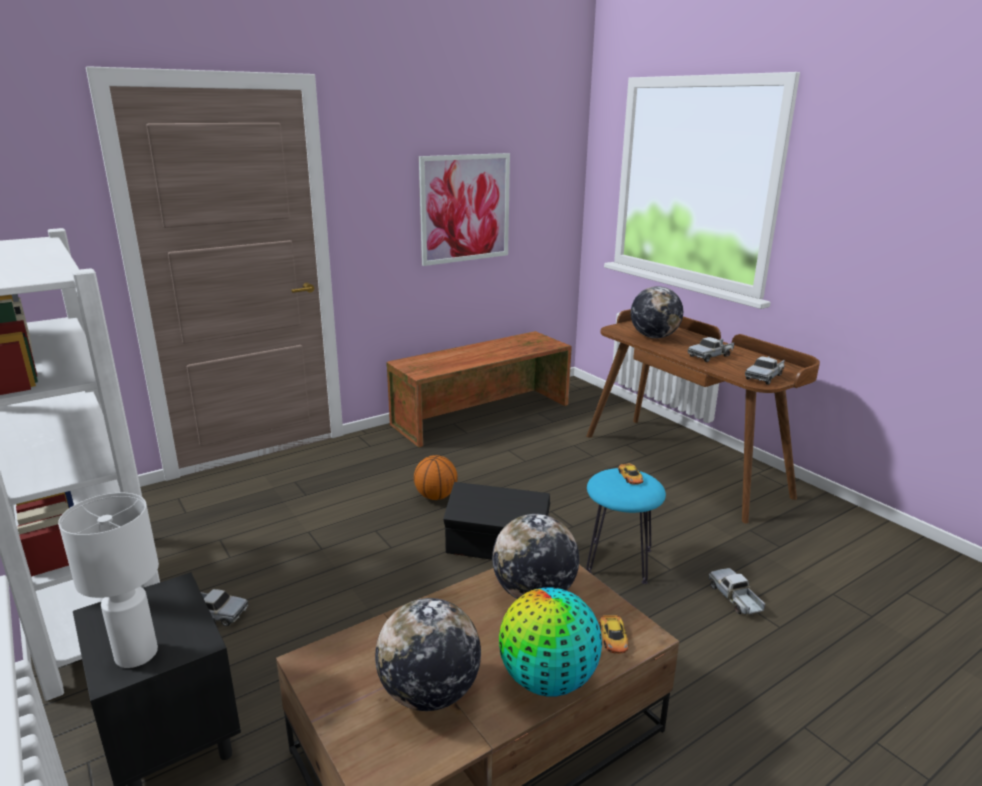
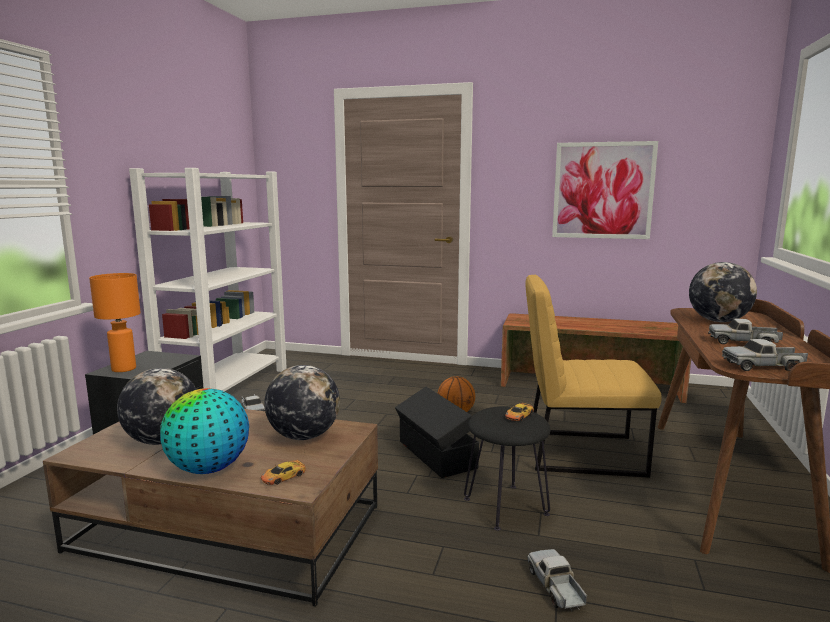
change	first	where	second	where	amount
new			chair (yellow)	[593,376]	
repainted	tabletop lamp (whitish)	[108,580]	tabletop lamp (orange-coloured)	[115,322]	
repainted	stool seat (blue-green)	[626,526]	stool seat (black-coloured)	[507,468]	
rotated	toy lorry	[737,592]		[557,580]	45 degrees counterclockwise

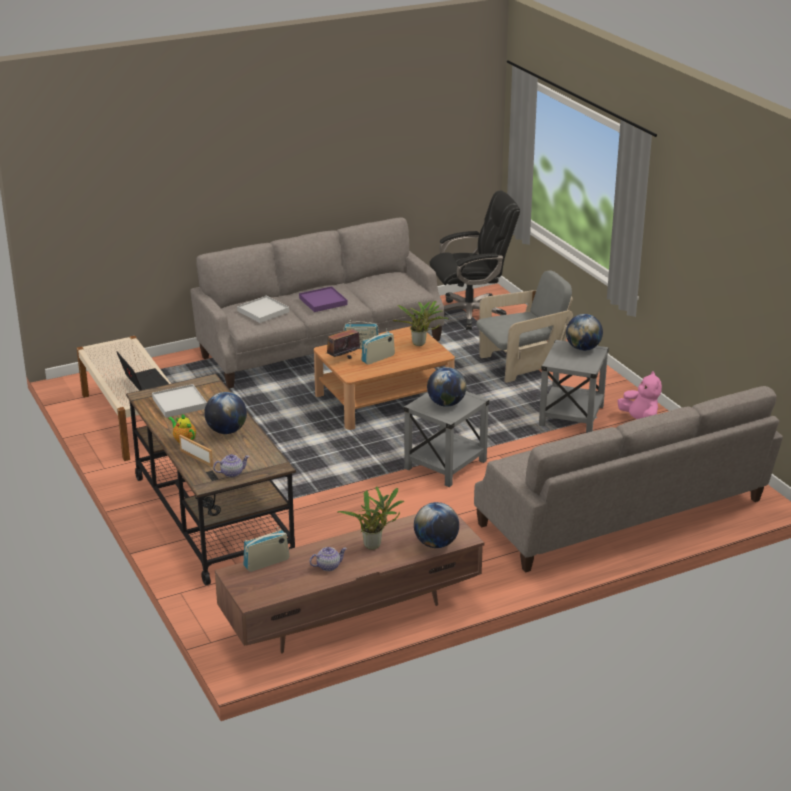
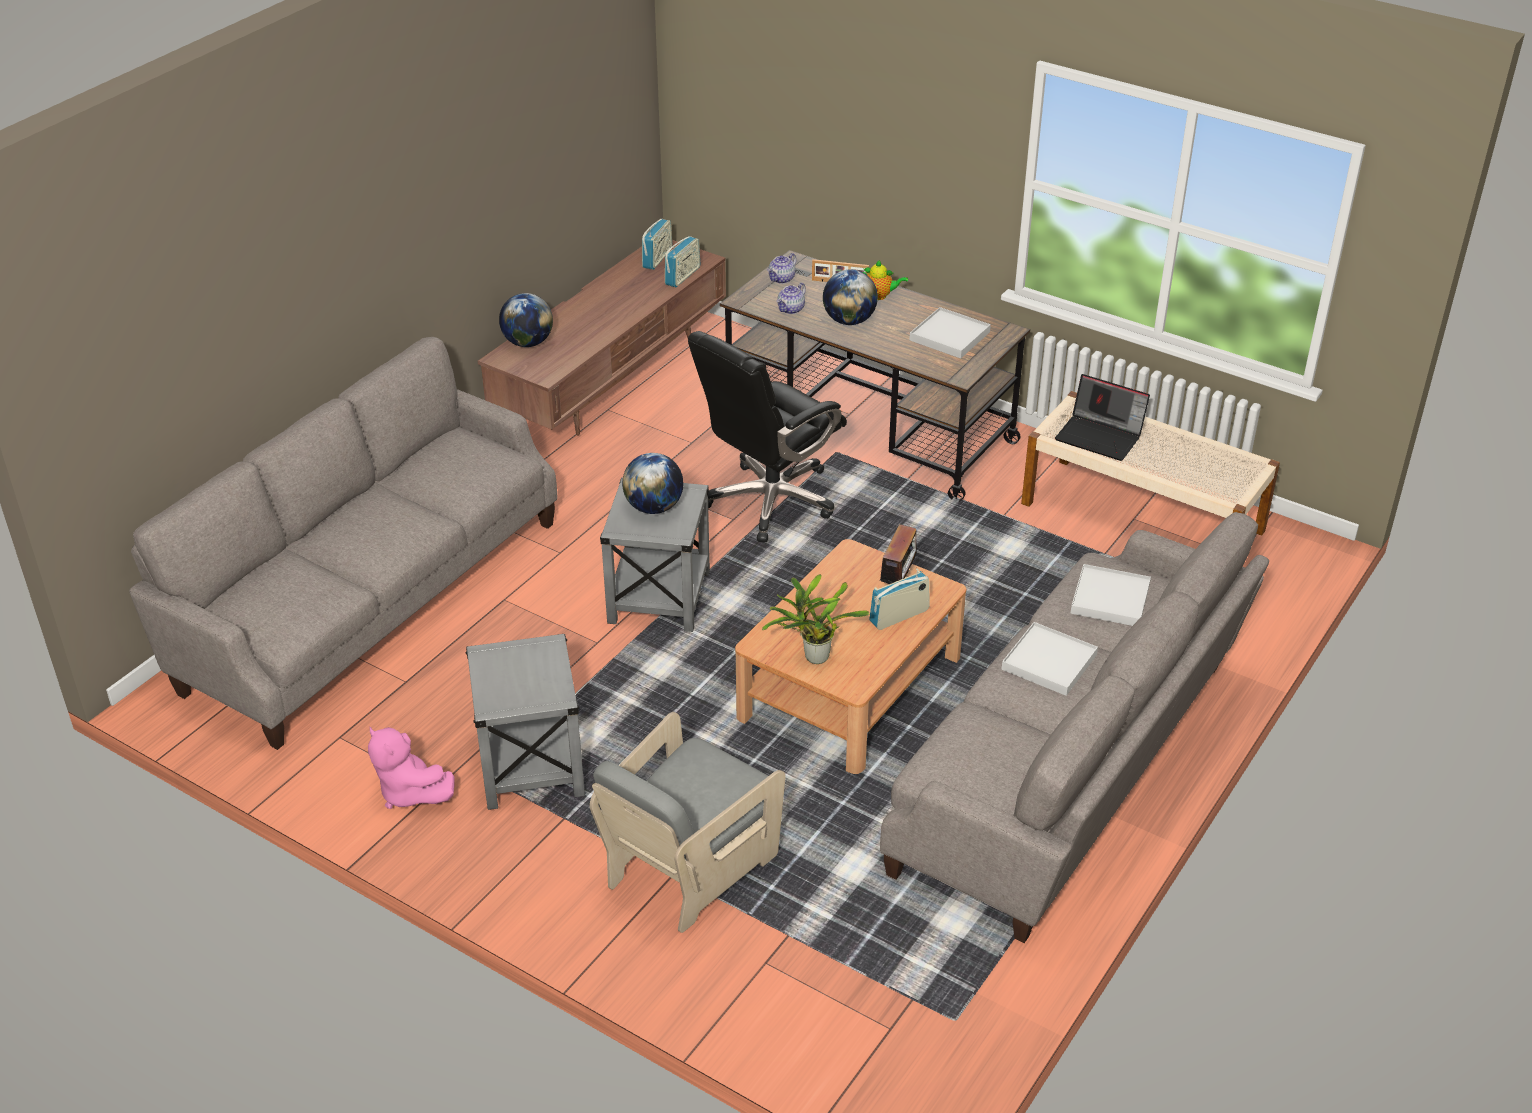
change	first	where	second	where	amount
gone	potted plant	[371,518]			
gone	desk globe	[584,332]			
shifted	tea pot	[328,559]		[791,298]	
shifted	radio	[378,346]		[657,244]	
shifted	computer chair (black-coloured)	[474,260]		[767,437]	
repainted	tray (purple)	[323,299]	tray (whitish)	[1049,659]	

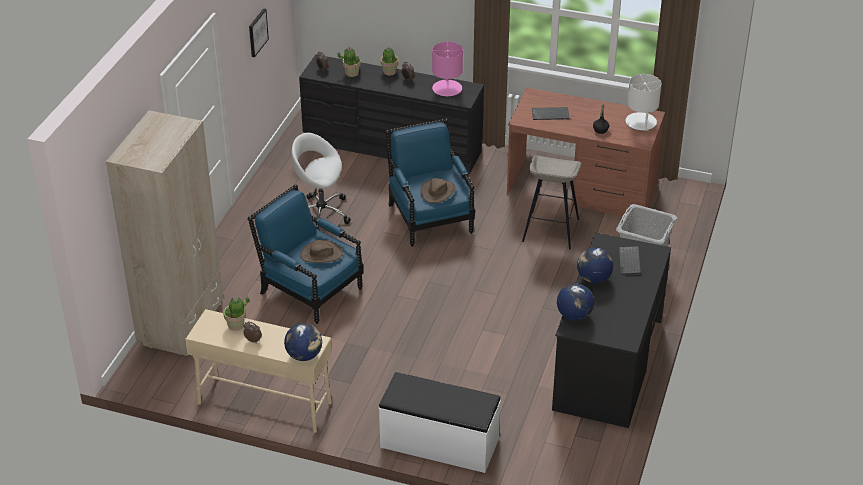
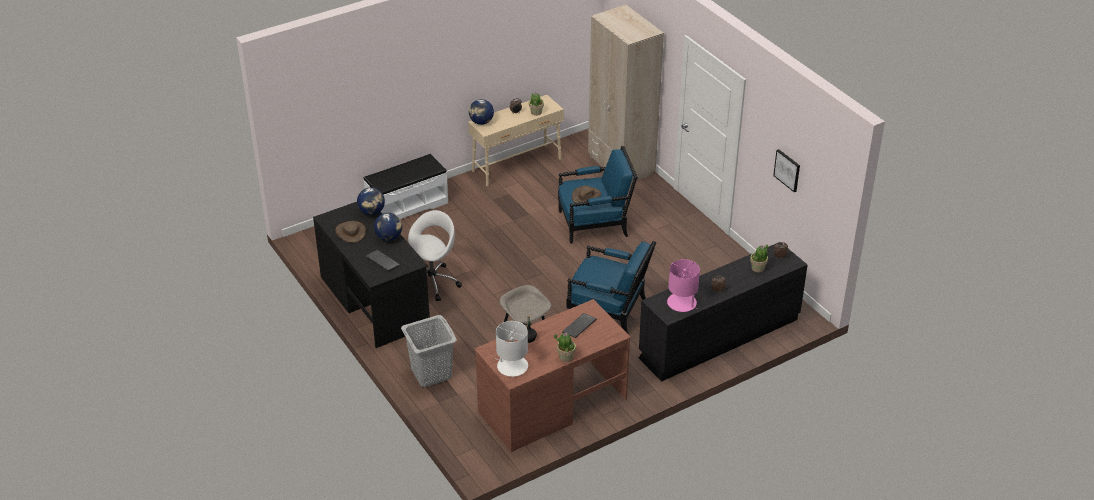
change	first	where	second	where	amount
shifted	computer chair (whitish)	[321,181]		[435,255]	
shifted	potted plant	[390,61]		[565,347]	
shifted	wearable hat (brown-coloured)	[438,190]		[350,232]	

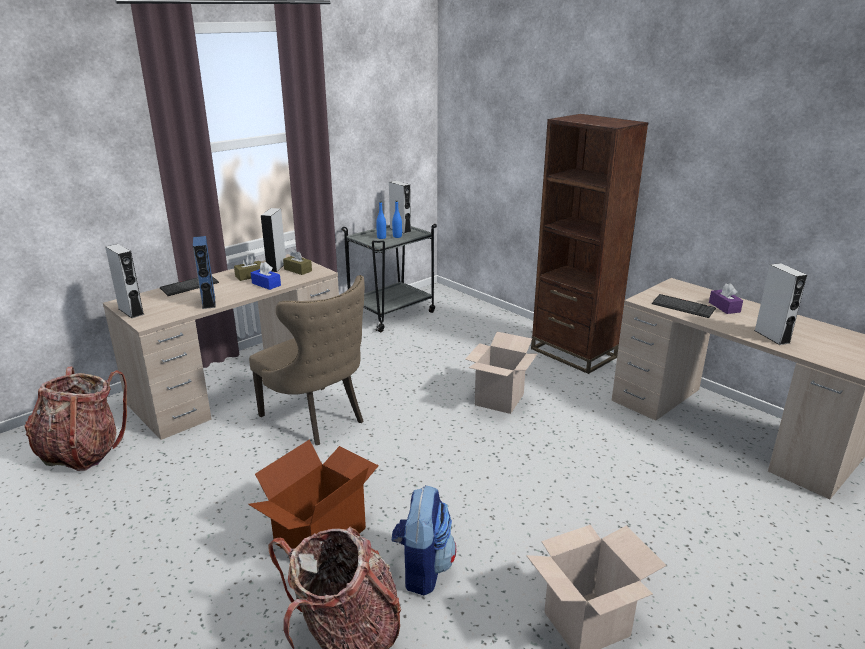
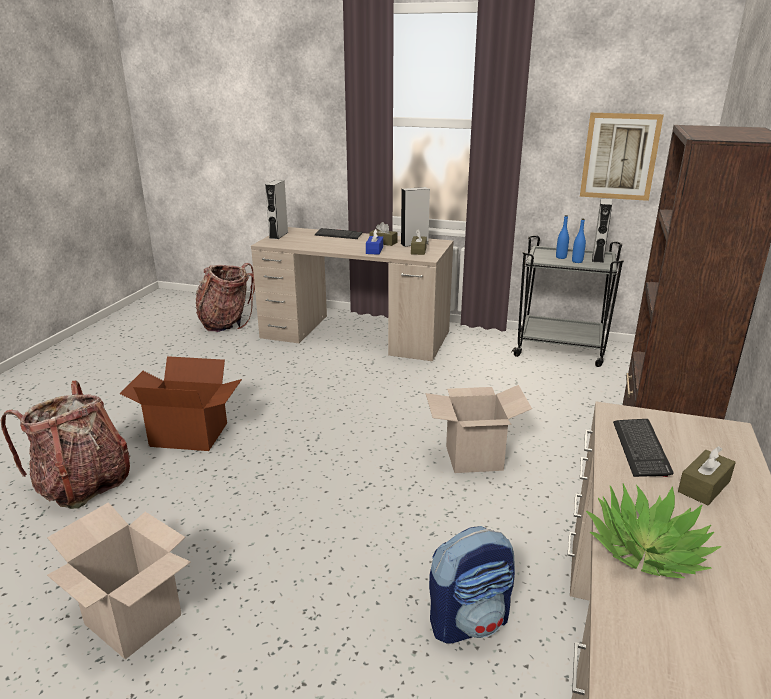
change	first	where	second	where	amount
gone	loudspeaker (blue)	[204,272]			
gone	chair (beige-coloured)	[307,360]			
new			picture	[622,157]	
shifted	knapsack	[424,540]		[472,585]	
swapped	loudspeaker (grey)	[780,304]	potted plant	[653,531]	
repainted	box of tissues (purple)	[726,299]	box of tissues (brown-coloured)	[707,475]	

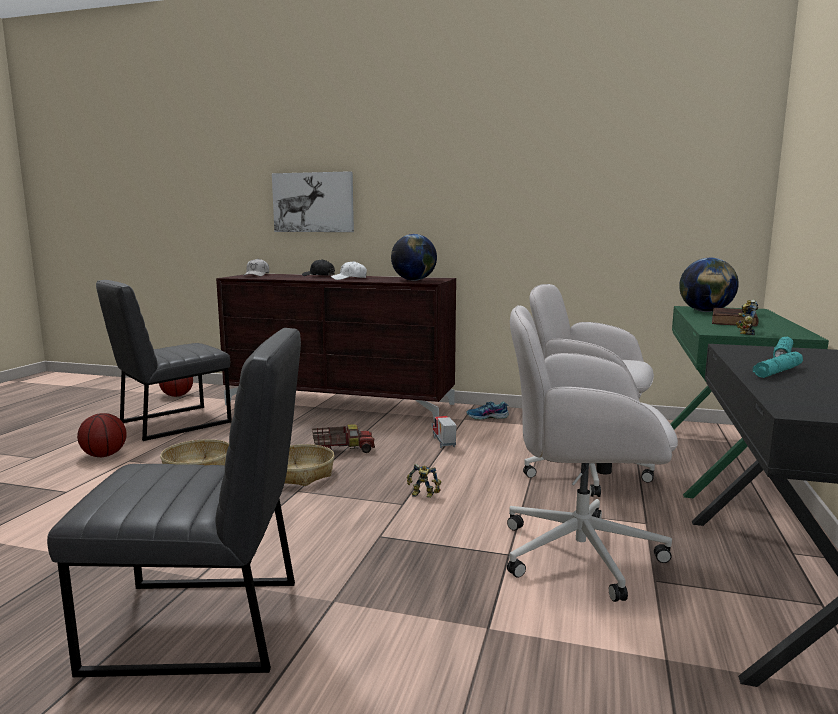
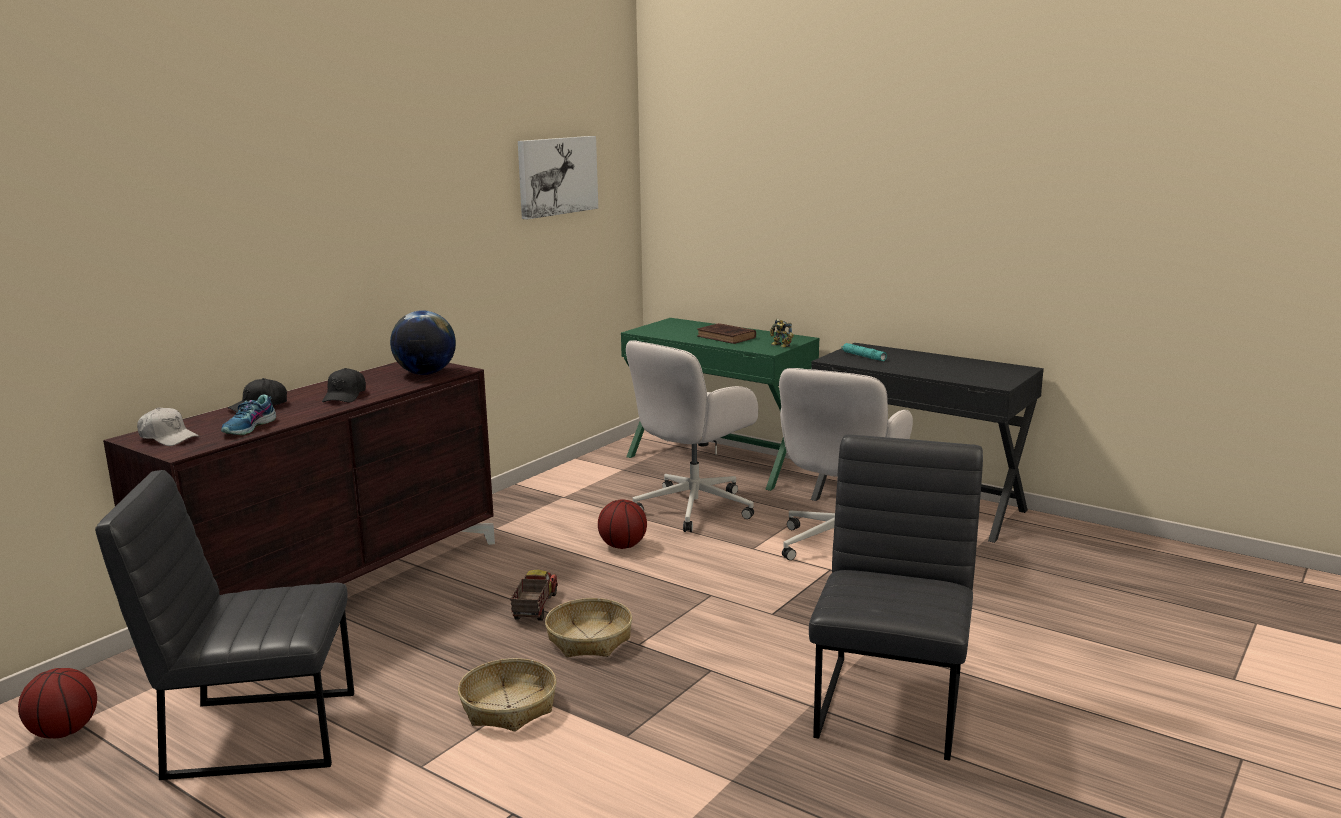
change	first	where	second	where	amount
gone	robot figure	[424,481]			
gone	toy lorry	[444,432]			
gone	desk globe	[709,285]			
gone	flashlight (blue-green)	[777,364]			
shifted	basketball ball	[102,435]		[622,524]	
shifted	picture	[313,201]		[558,177]	
shifted	low shoe	[487,410]		[248,414]	
repainted	baseball cap (whitish)	[349,270]	baseball cap (black-coloured)	[344,385]	
rotated	chair (grey)	[164,360]		[224,625]	105 degrees clockwise

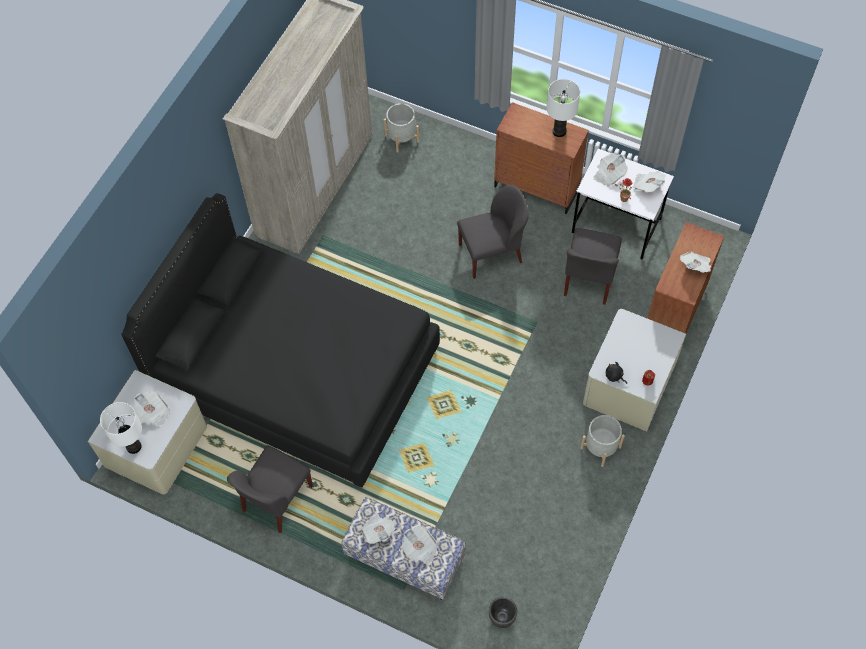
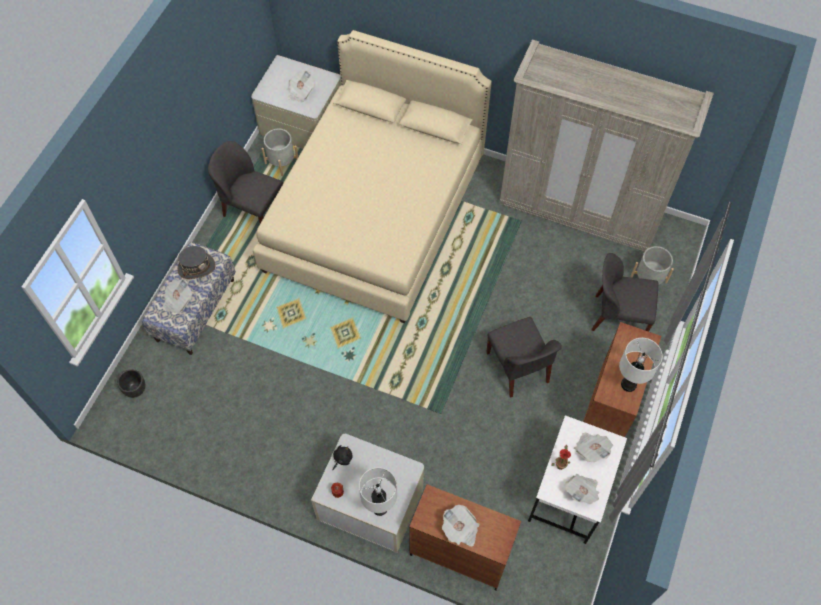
change	first	where	second	where	amount
shifted	tabletop lamp (whitish)	[121,428]		[378,491]	
shifted	chair (grey)	[593,266]		[625,292]	
shifted	flower pot (grey)	[602,441]		[279,152]	
swapped	daily paper	[377,529]	wearable hat (grey)	[196,262]	
repainted	bedroom bed (black-coloured)	[280,340]	bedroom bed (beige-coloured)	[372,177]	

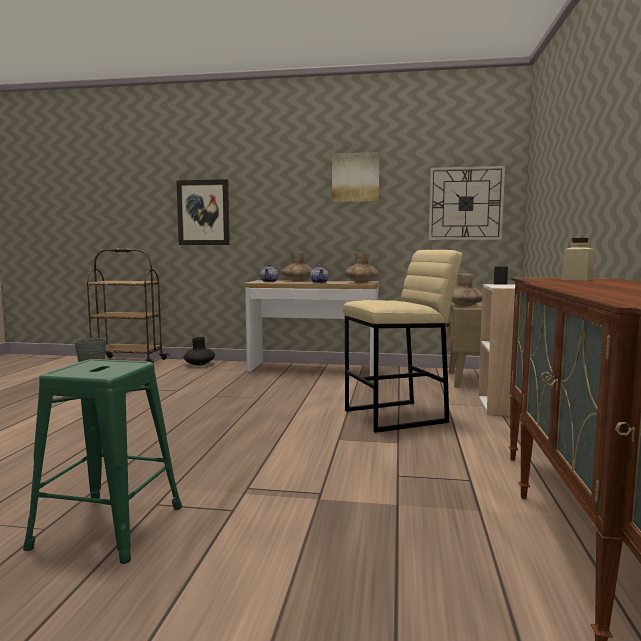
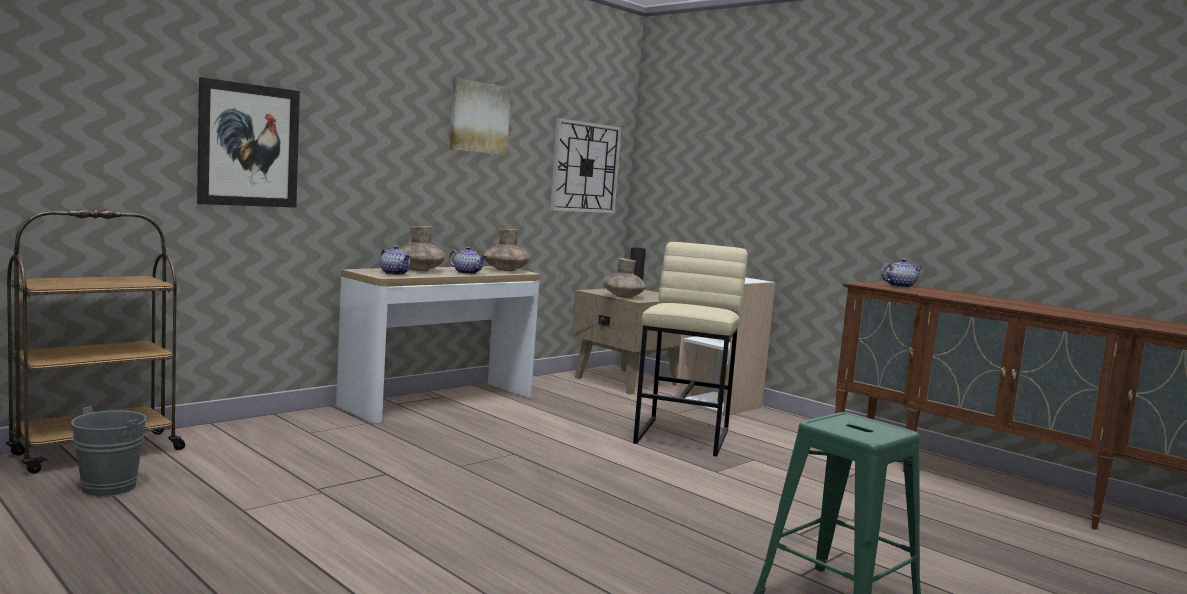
change	first	where	second	where	amount
gone	vase (black-coloured)	[199,351]			
swapped	jar (beige-coloured)	[577,259]	tea pot	[901,273]	

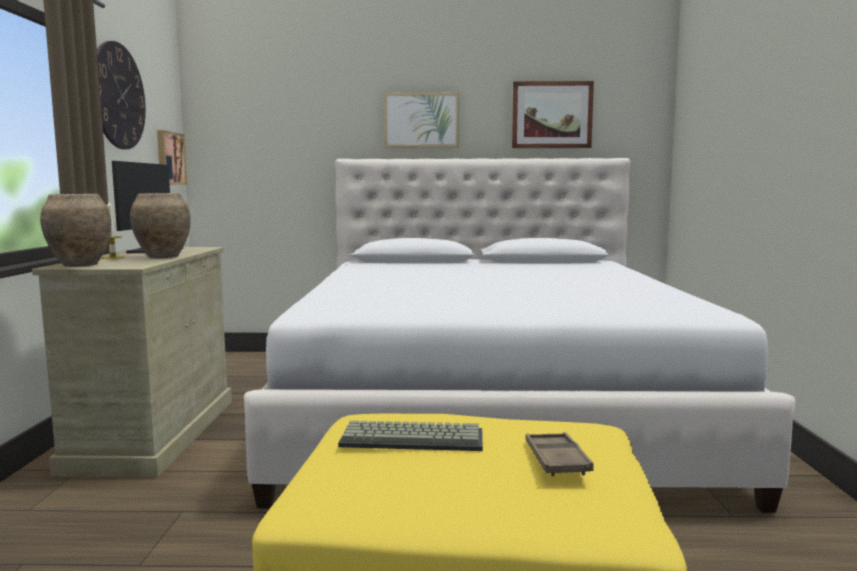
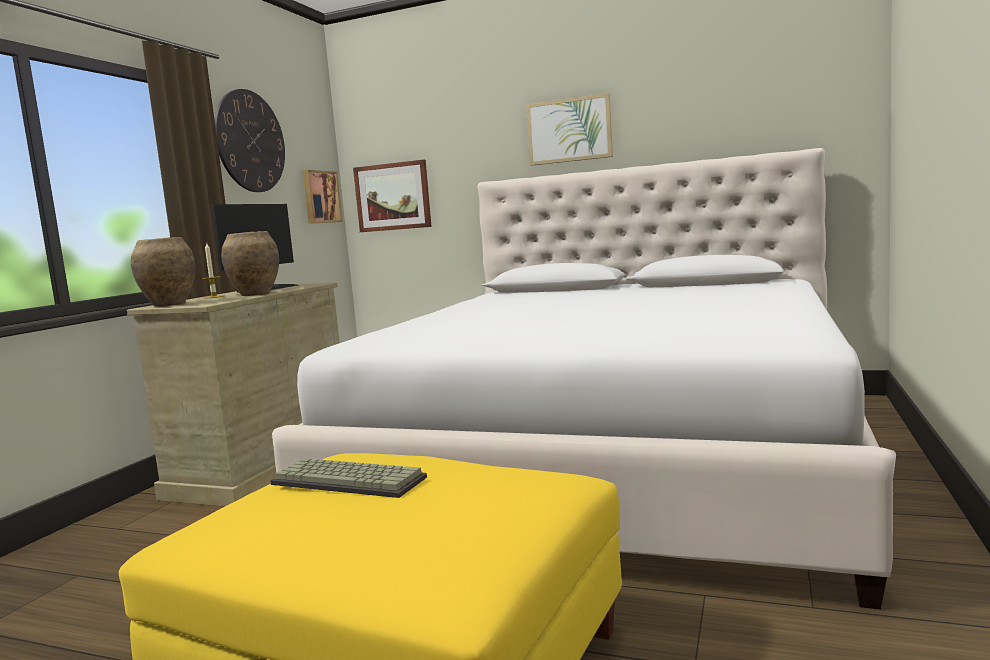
change	first	where	second	where	amount
gone	tray (brown-coloured)	[559,454]			
shifted	picture	[553,114]		[392,196]	

